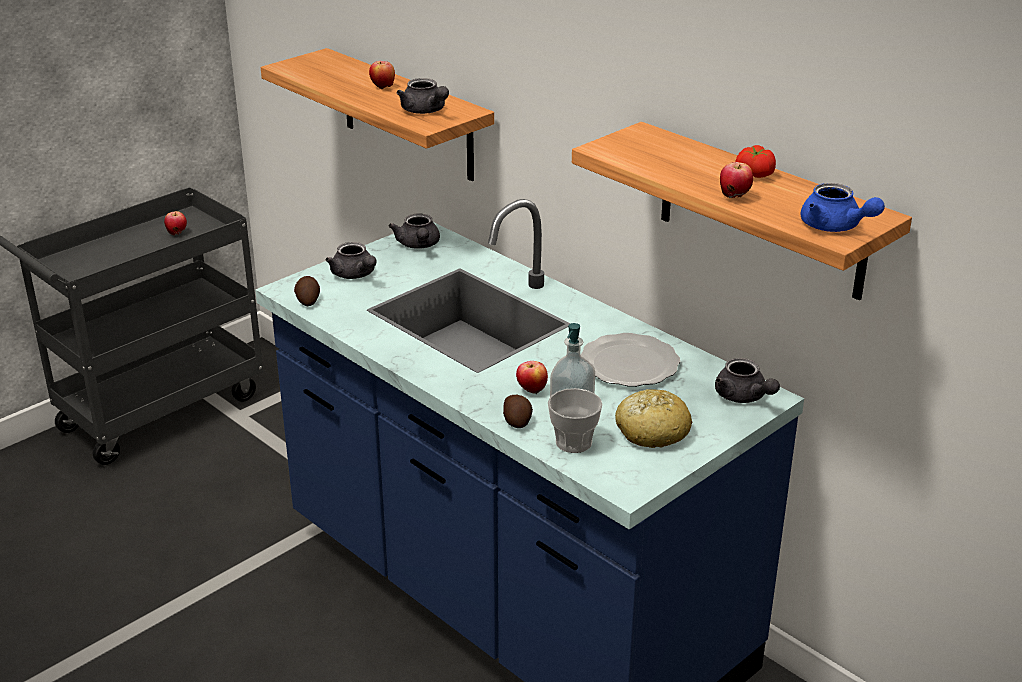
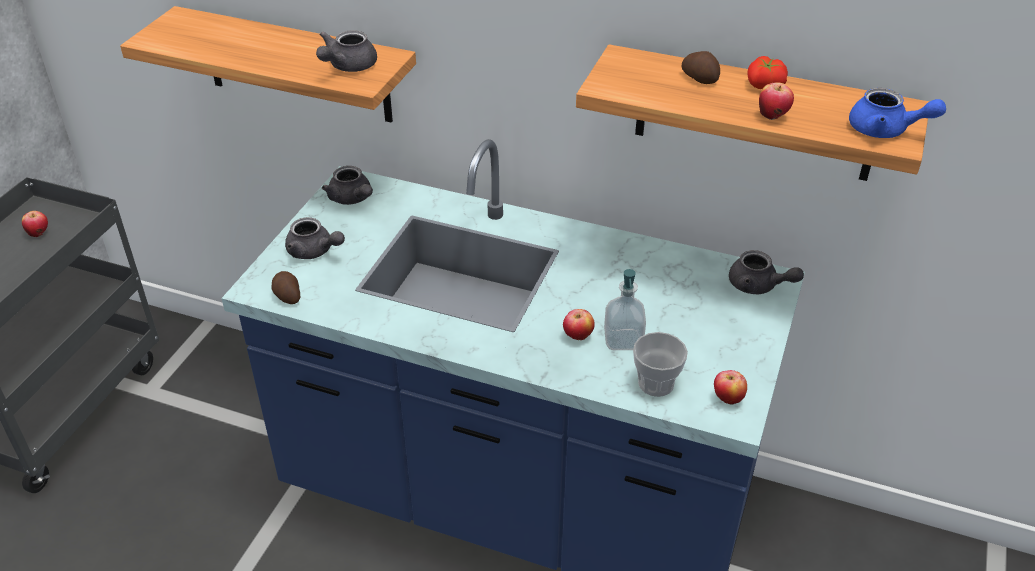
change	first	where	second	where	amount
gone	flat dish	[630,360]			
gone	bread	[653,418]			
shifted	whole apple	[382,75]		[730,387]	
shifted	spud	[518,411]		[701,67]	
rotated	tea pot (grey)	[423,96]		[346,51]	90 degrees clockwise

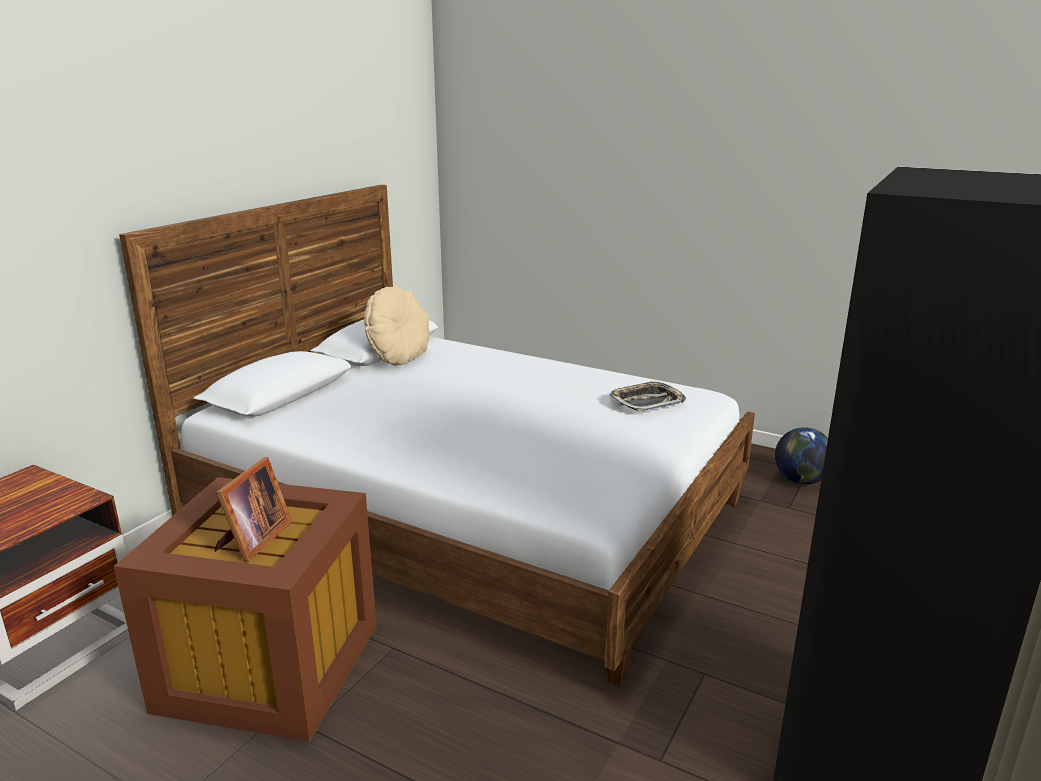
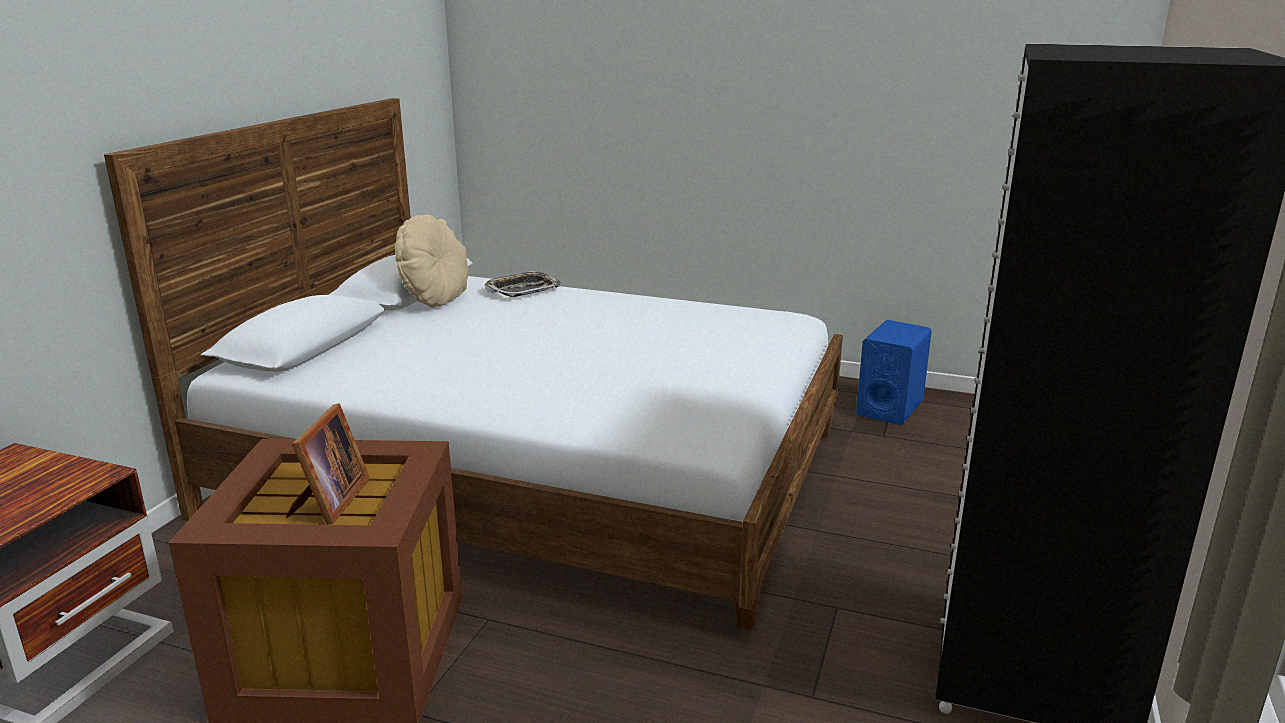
change	first	where	second	where	amount
shifted	tray	[647,396]		[523,284]	
swapped	desk globe	[801,456]	loudspeaker (blue)	[894,372]	

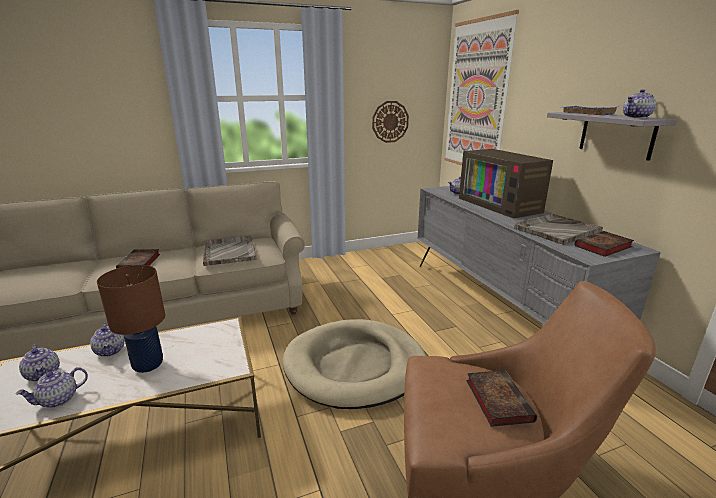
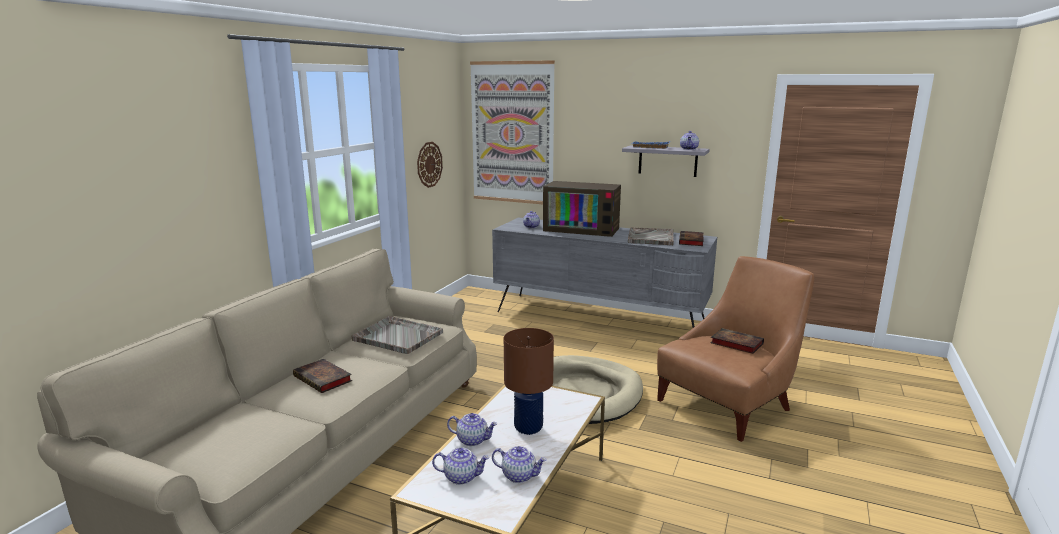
change	first	where	second	where	amount
rotated	tea pot	[52,387]		[519,464]	75 degrees counterclockwise

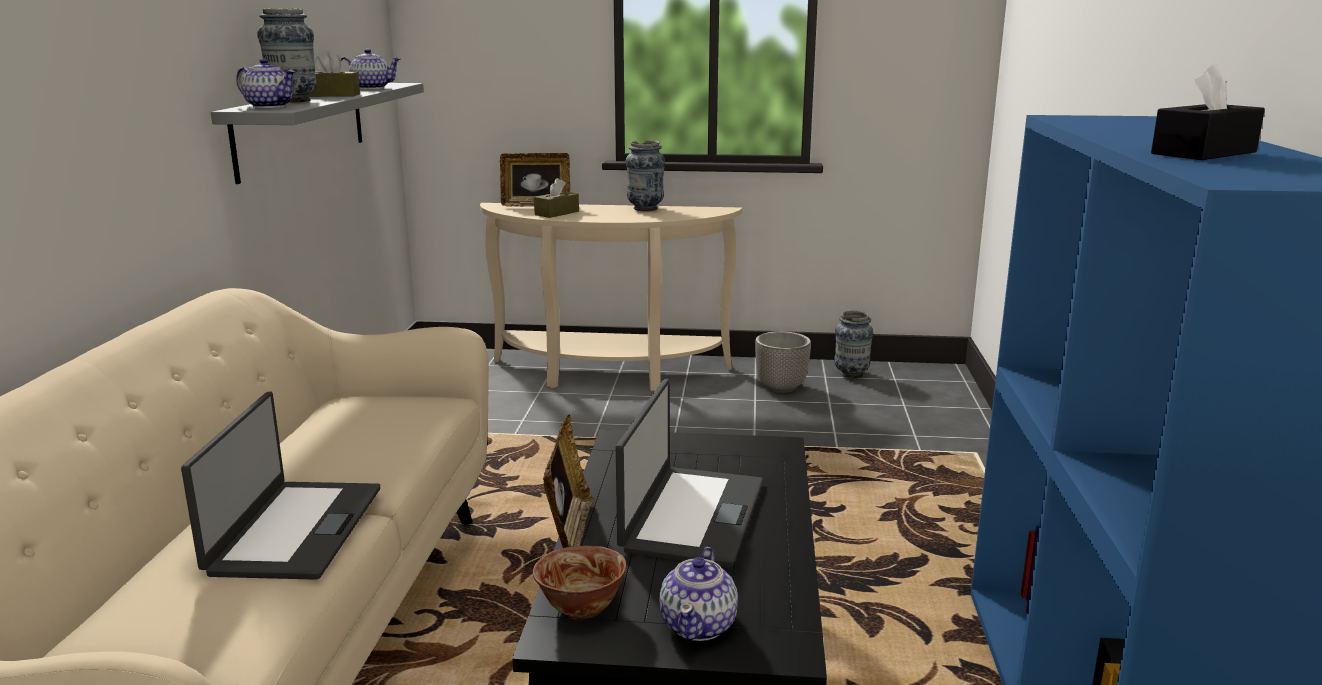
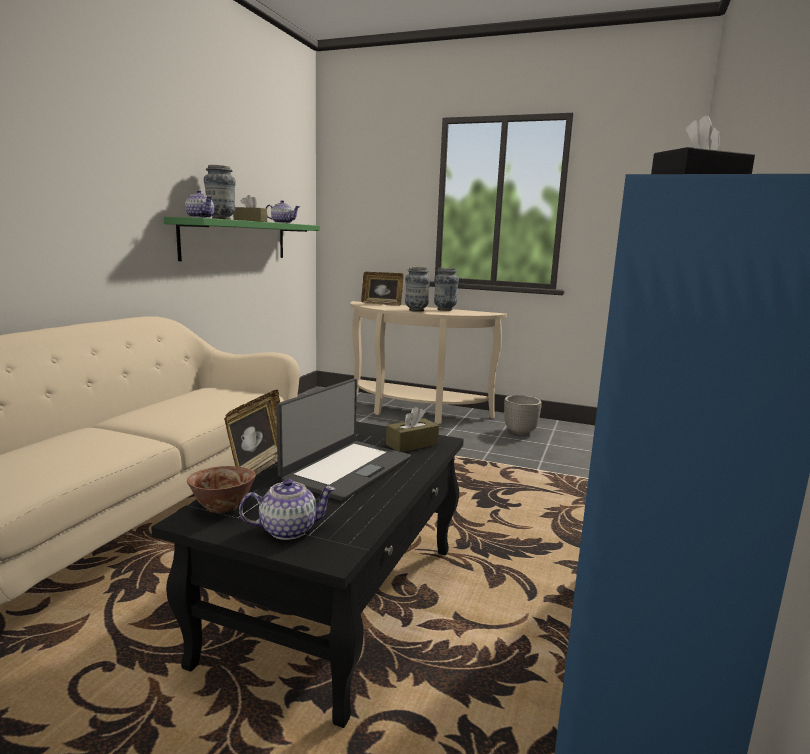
change	first	where	second	where	amount
gone	notebook computer	[280,486]			
shifted	box of tissues (brown-coloured)	[556,198]		[412,429]	
shifted	vase	[854,344]		[417,289]	
repainted	shelf (grey)	[317,133]	shelf (green)	[242,239]	
rotated	tea pot	[698,594]		[287,509]	135 degrees counterclockwise

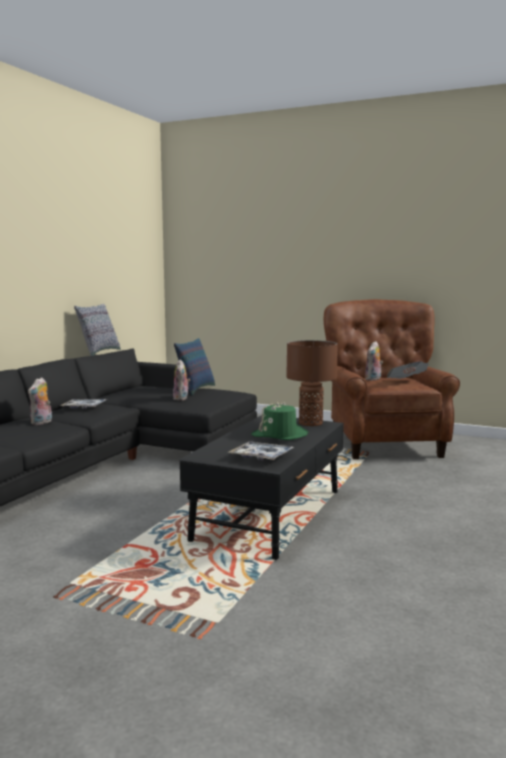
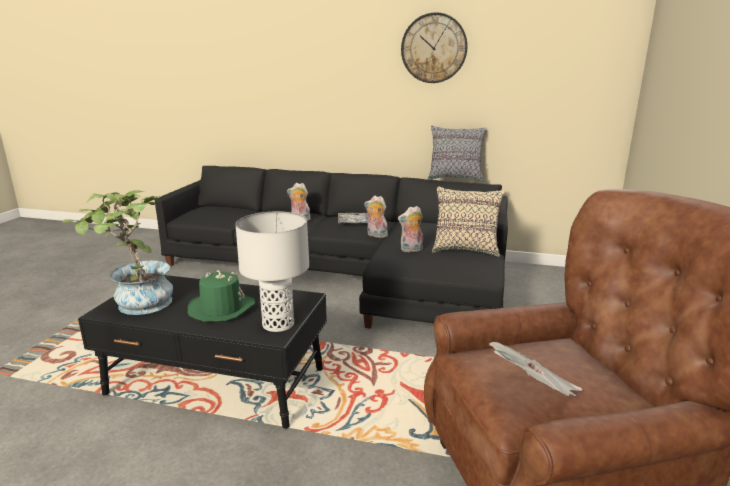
change	first	where	second	where	amount
new			wall clock	[434,47]	
shifted	plush toy	[374,361]		[376,217]	
swapped	tray	[260,451]	potted plant	[117,252]	
repainted	pillow (blue)	[194,366]	pillow (beige-coloured)	[468,221]	
repainted	tabletop lamp (brown-coloured)	[312,383]	tabletop lamp (whitish)	[272,271]	

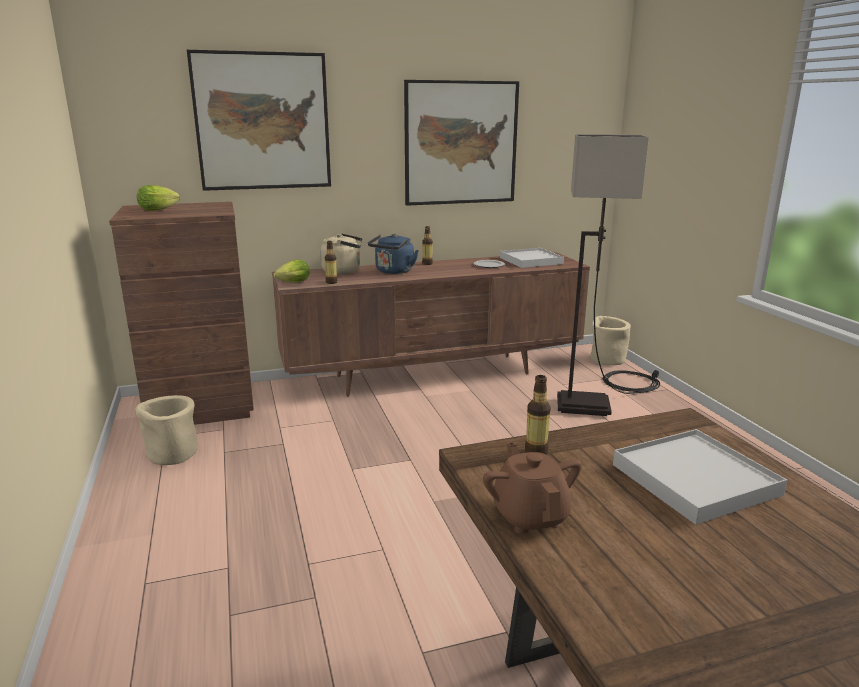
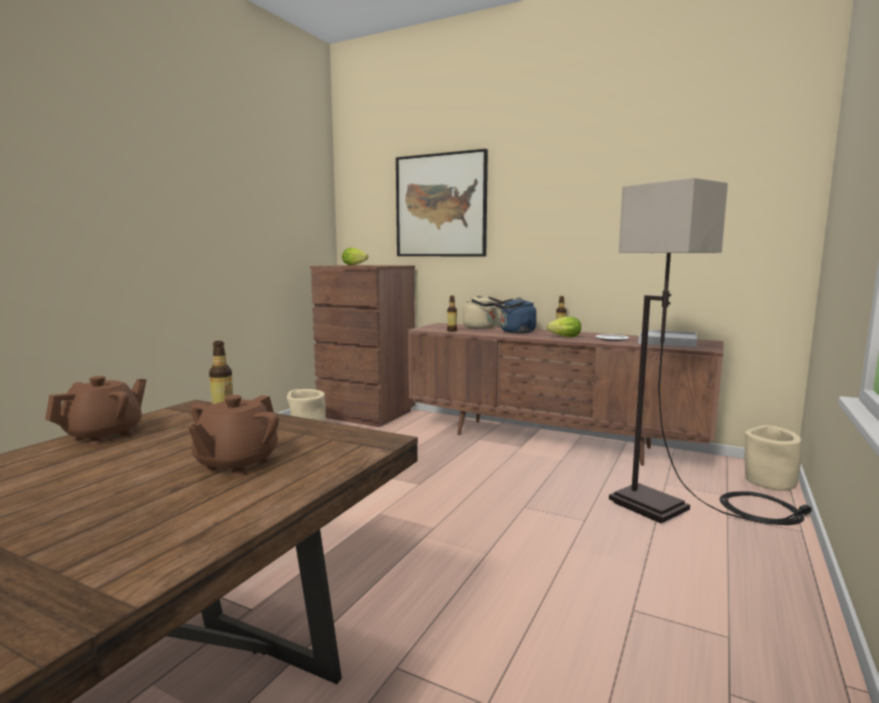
change	first	where	second	where	amount
gone	picture	[461,143]			
shifted	lettuce	[291,271]		[564,326]	
swapped	tray (whitish)	[700,477]	tea pot (brown-coloured)	[233,435]	

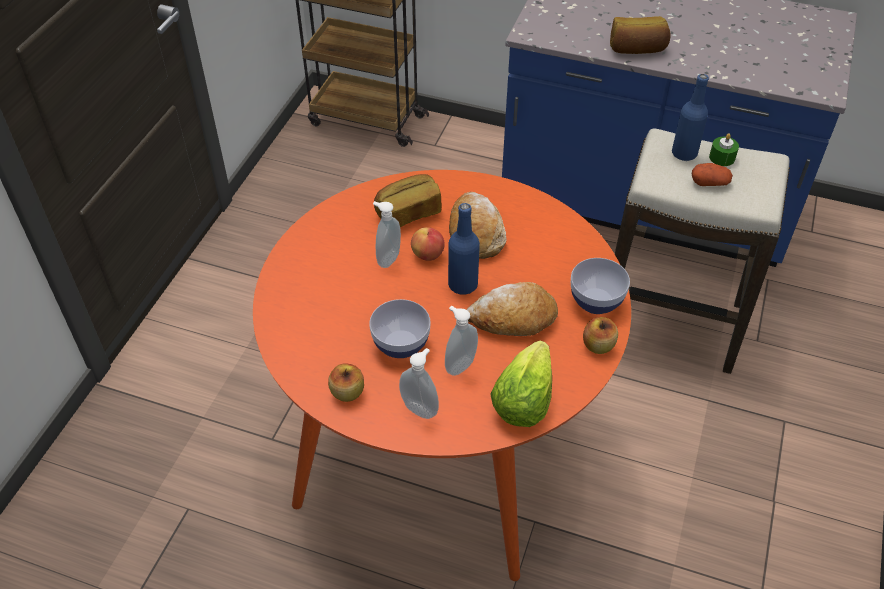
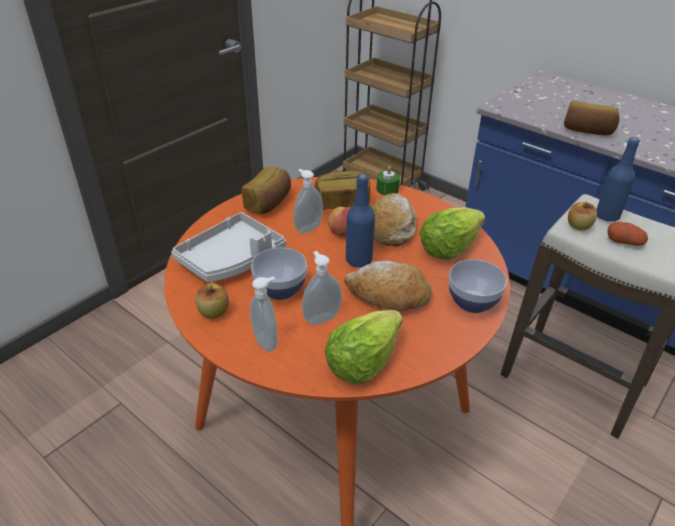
change	first	where	second	where	amount
new			tray (grey)	[229,247]	
new			bread	[266,190]	
new			lettuce	[452,233]	
shifted	whole apple	[600,335]		[582,215]	
shifted	wax candle (green)	[724,149]		[388,180]	

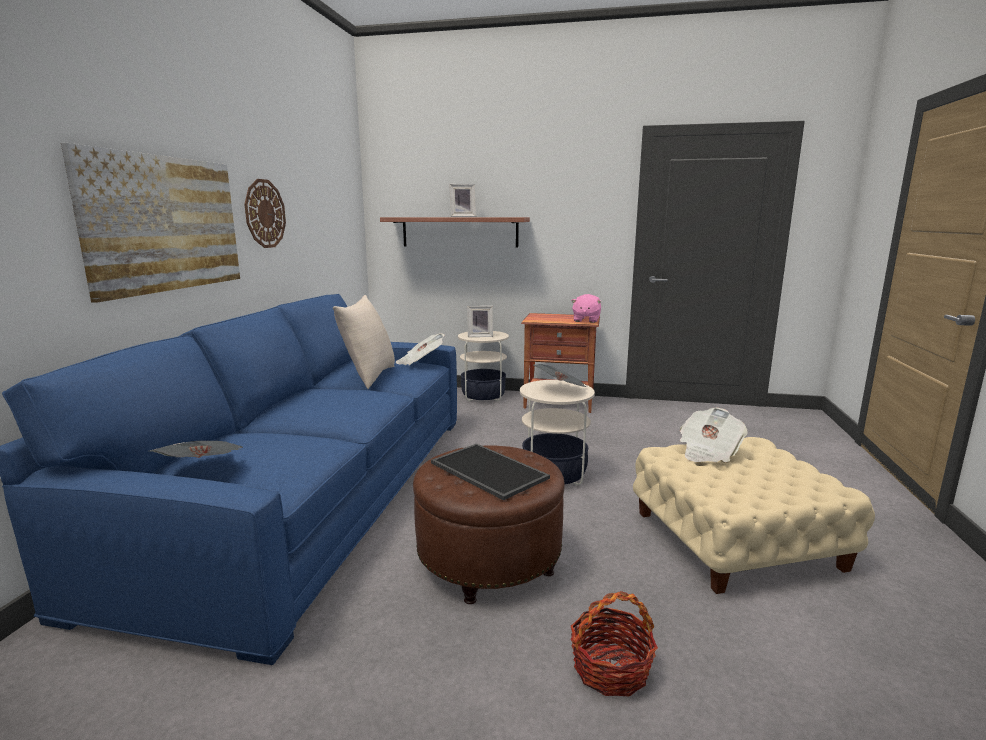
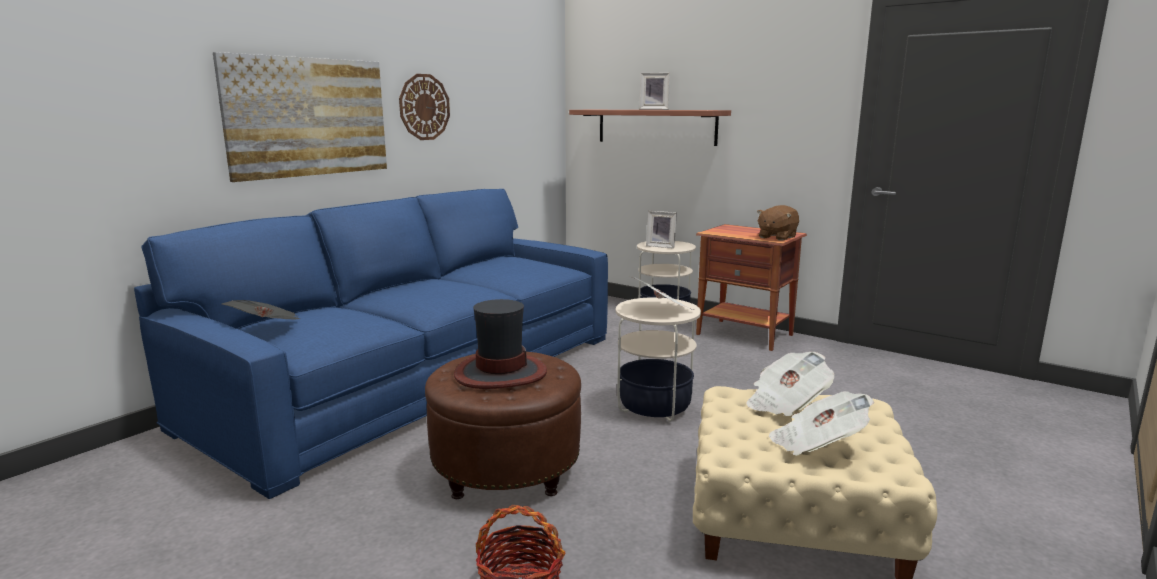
change	first	where	second	where	amount
gone	pillow (beige-coloured)	[364,342]			
shifted	daily paper	[420,349]		[821,423]	
swapped	tray	[490,472]	wearable hat	[500,344]	
repainted	plush toy (pinkish)	[586,308]	plush toy (brown-coloured)	[778,223]	

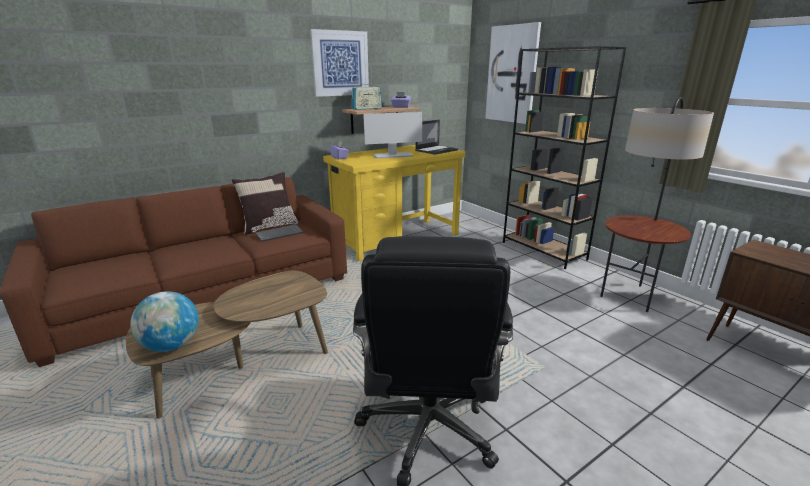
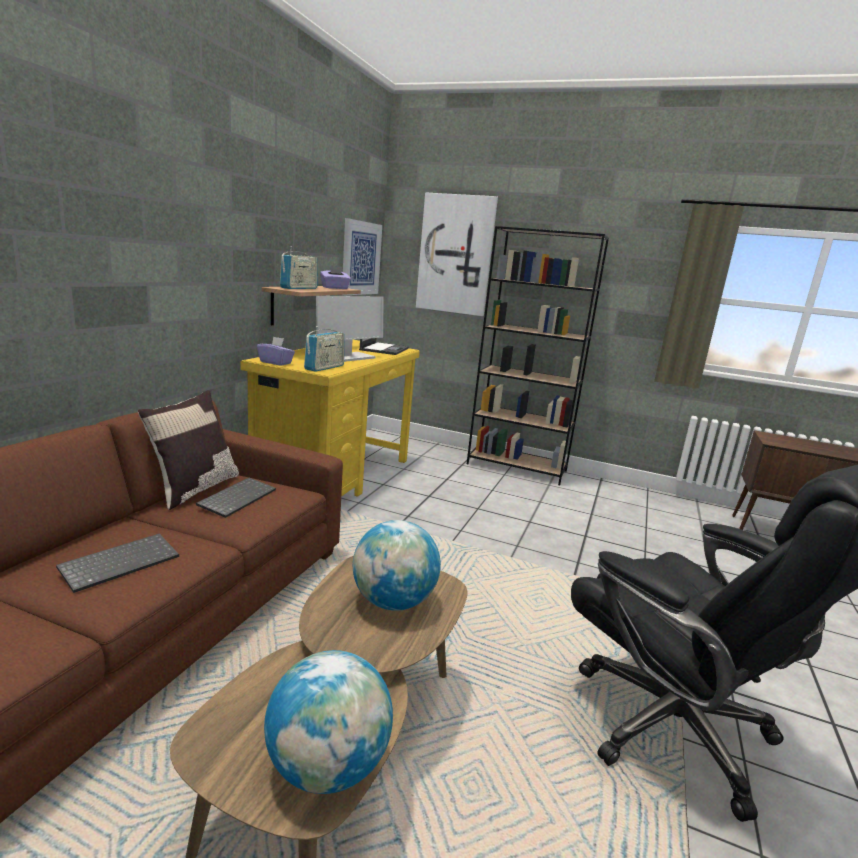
change	first	where	second	where	amount
gone	floor lamp	[657,204]			
new			computer keyboard	[117,563]	
new			radio	[324,349]	
new			desk globe	[397,565]	
shifted	picture	[339,63]		[362,256]	

